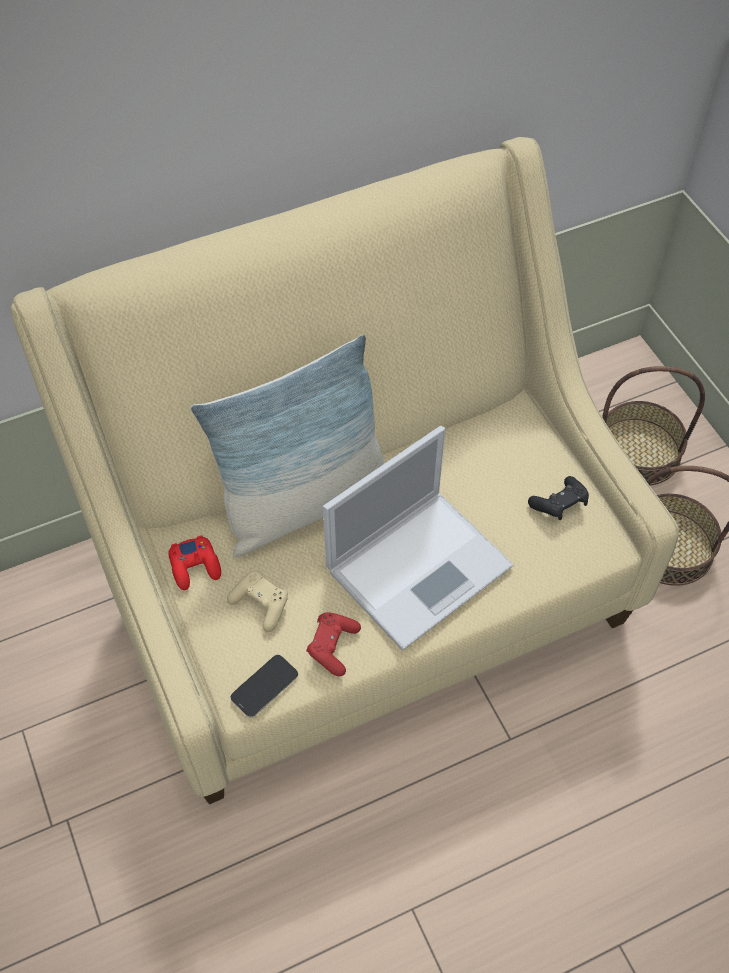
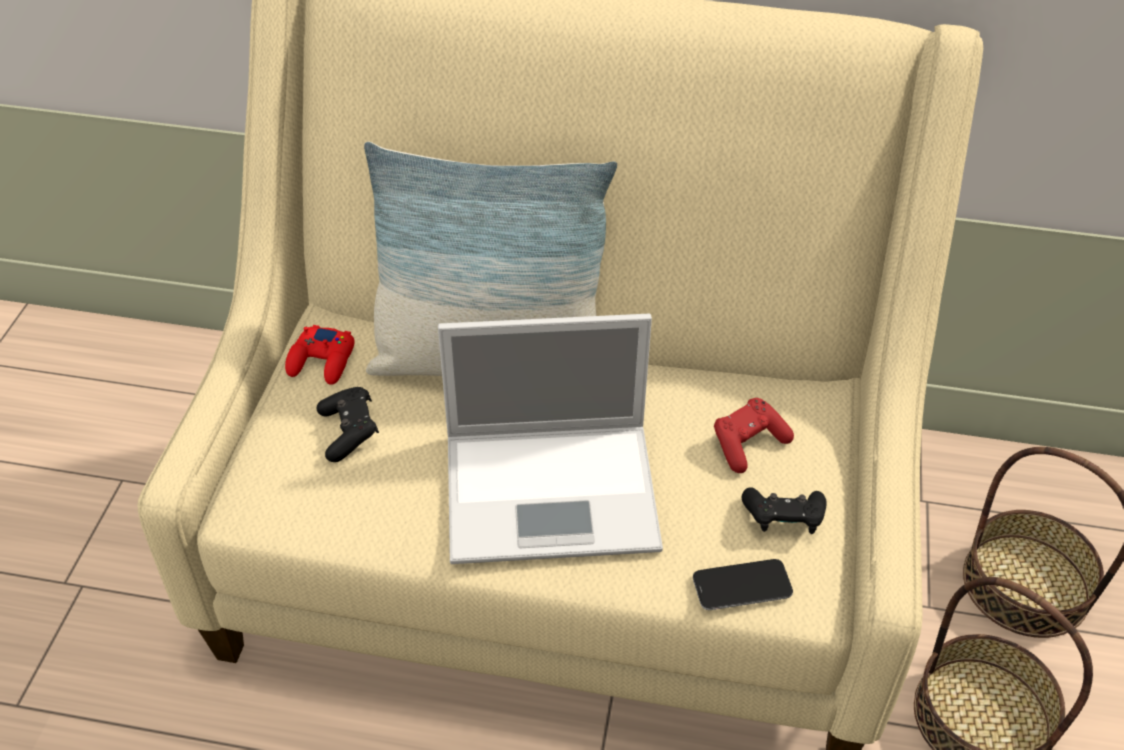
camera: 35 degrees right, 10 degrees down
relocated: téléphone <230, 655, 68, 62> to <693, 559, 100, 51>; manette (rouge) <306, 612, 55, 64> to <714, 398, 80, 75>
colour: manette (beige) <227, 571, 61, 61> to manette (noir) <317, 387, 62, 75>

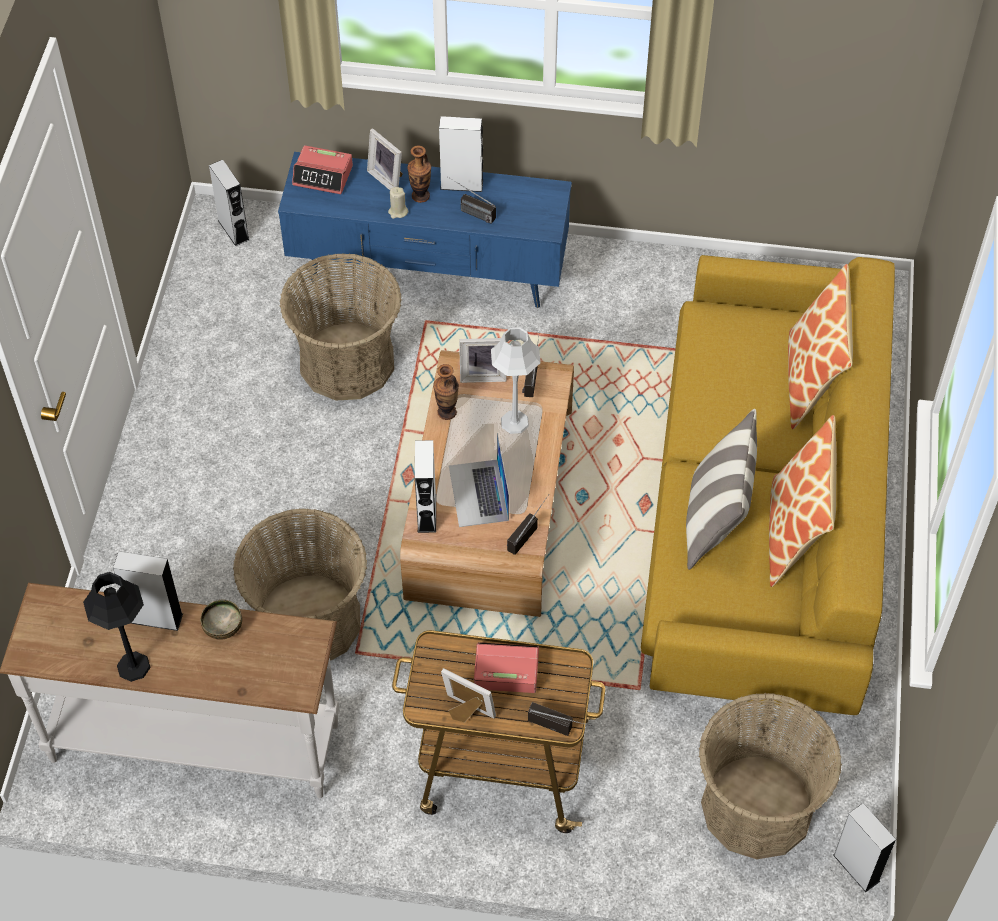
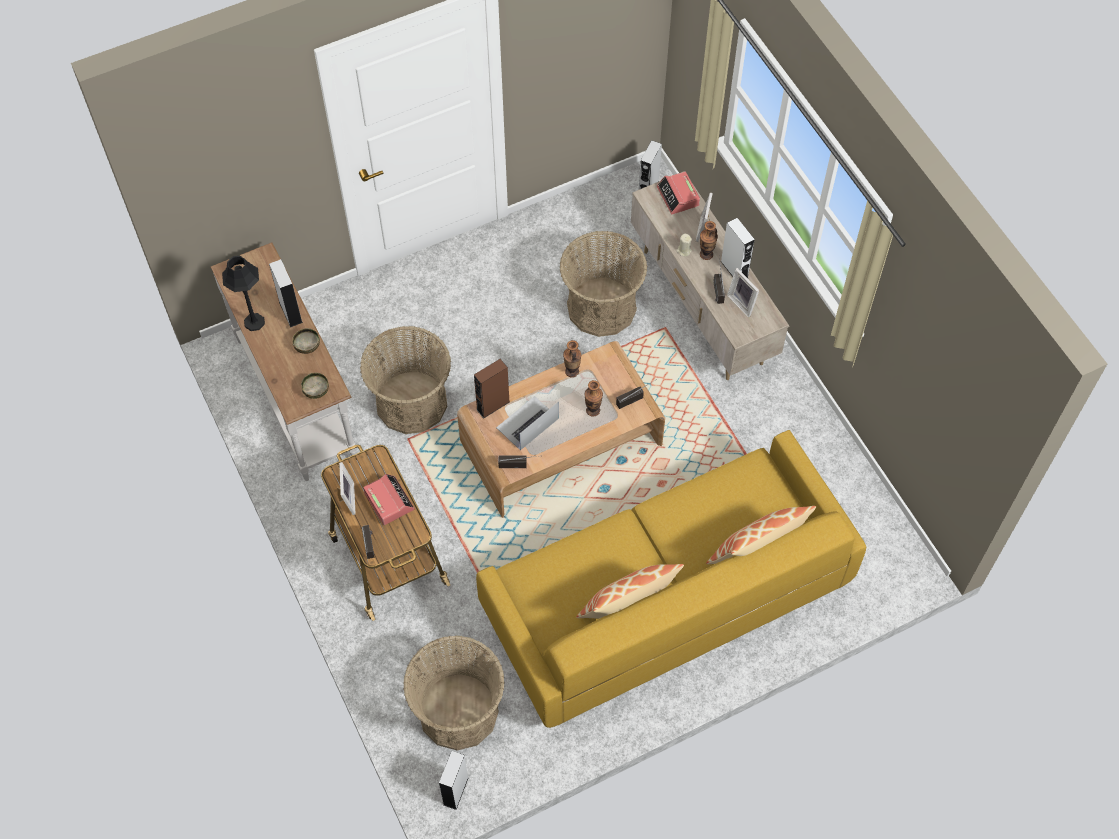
camera: 55 degrees right, 5 degrees up
missing: coussin <686, 409, 71, 161>
appeared: bol <301, 372, 28, 27>
relocated: cadre photo <459, 338, 48, 45> to <727, 268, 32, 49>
exchanged: lampe de table (gris) <491, 327, 49, 107> to vase <585, 380, 18, 36>
colour: meuble télé (bleu) <278, 152, 294, 156> to meuble télé (beige) <631, 171, 159, 209>; enceinte (blanc) <415, 440, 21, 93> to enceinte (marron) <474, 359, 36, 60>

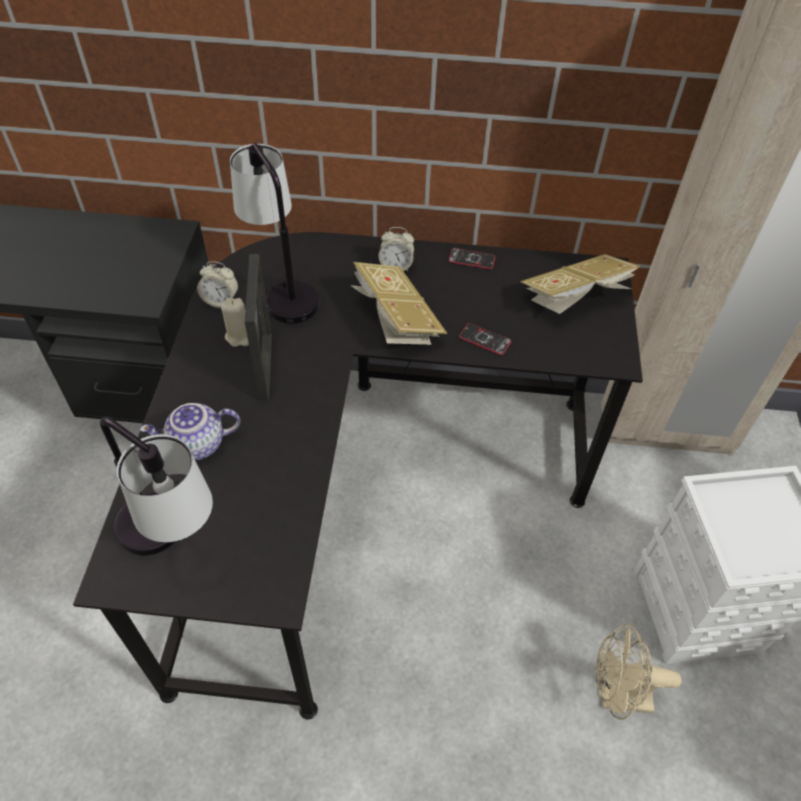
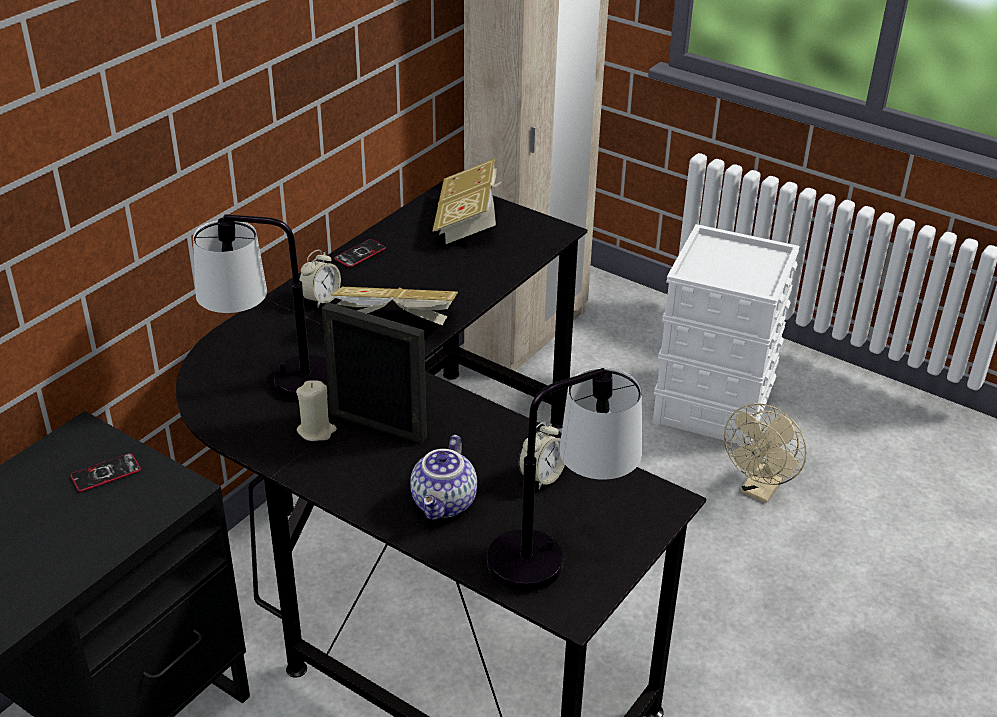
camera: 60 degrees left, 15 degrees down
relocated: réveil <197, 261, 41, 47> to <518, 421, 47, 68>; téléphone <459, 323, 53, 32> to <70, 453, 71, 39>

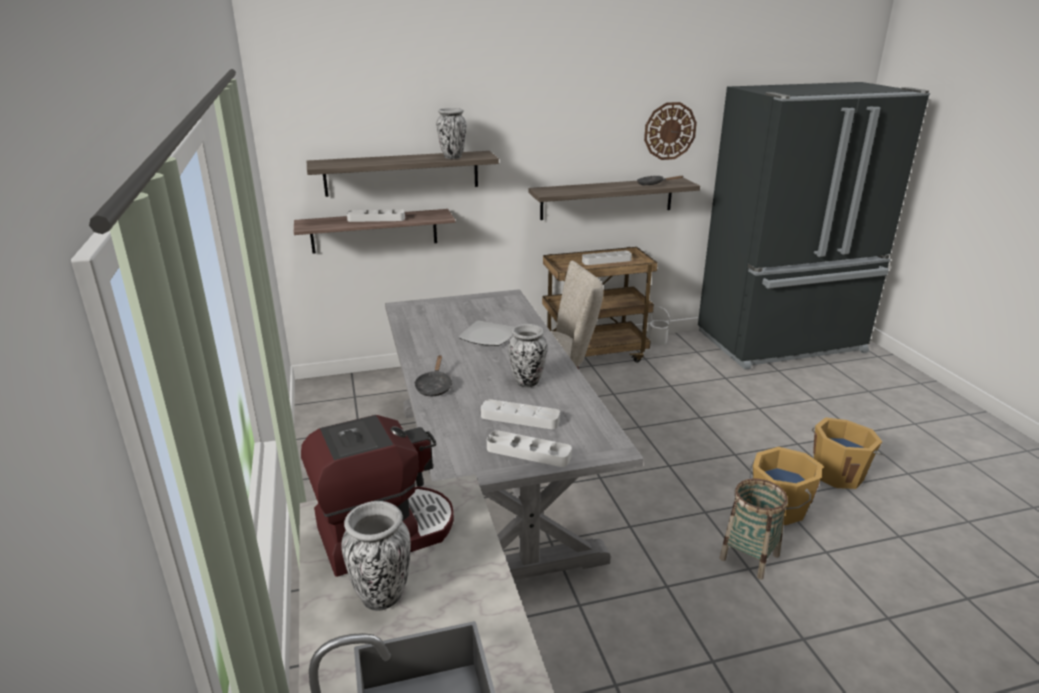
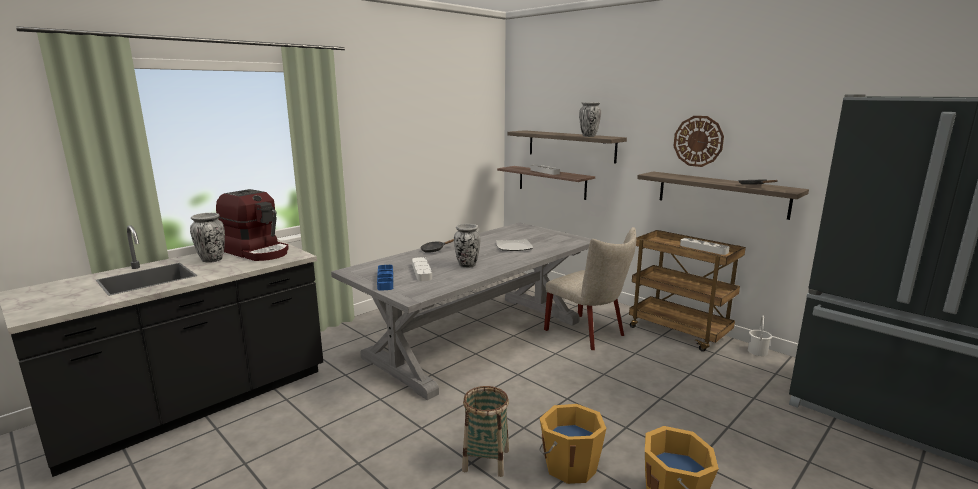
camera: 60 degrees right, 10 degrees down
relocated: horloge murale <644, 102, 53, 58> to <673, 116, 51, 51>
colour: plateau (gris) <487, 430, 85, 37> to plateau (bleu) <377, 265, 16, 26>

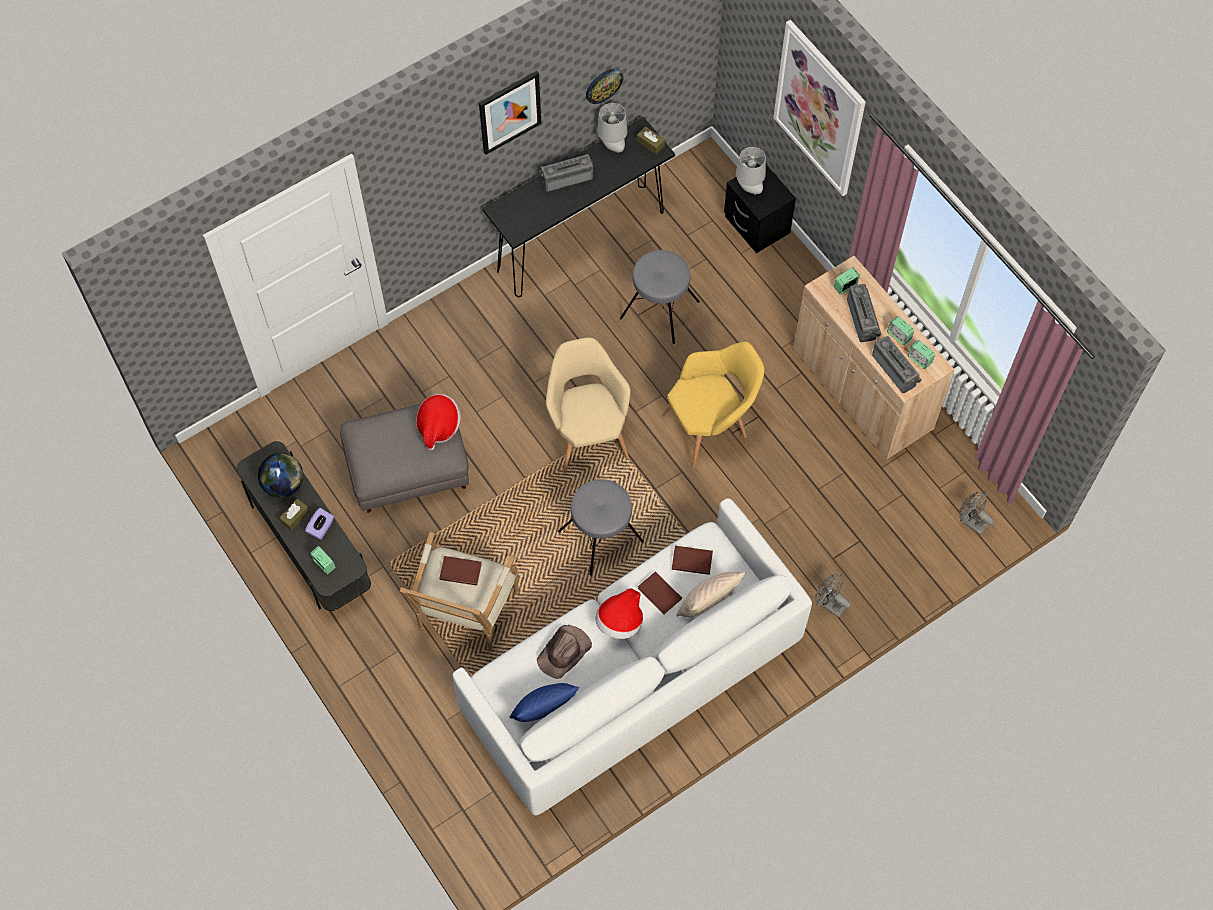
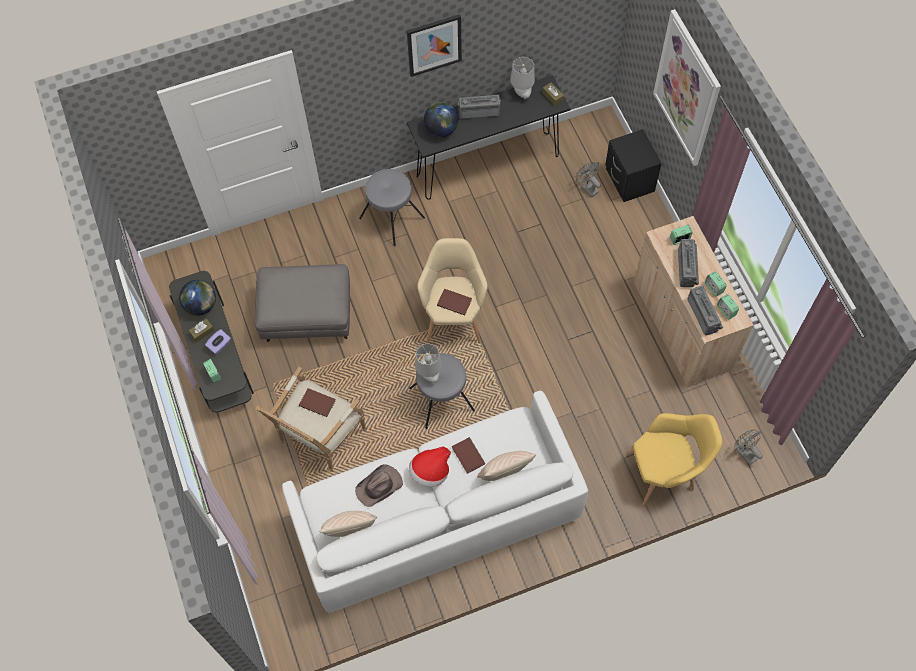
camera: 15 degrees right, 0 degrees up
missing: chapeau <416, 394, 45, 57>; horloge murale <586, 69, 37, 35>
appeared: globe <424, 102, 34, 35>
relocated: tabouret (gris) <620, 250, 80, 94> to <359, 169, 66, 78>; fauteuil (jaune) <662, 341, 102, 127> to <626, 413, 96, 94>; livre (marron) <672, 546, 41, 29> to <437, 289, 35, 26>; lampe de table (gris) <736, 147, 30, 48> to <415, 344, 27, 39>; ventilateur (gris) <815, 574, 36, 44> to <576, 162, 25, 35>
colour: coussin (bleu) <510, 683, 69, 39> to coussin (beige) <319, 511, 58, 26>

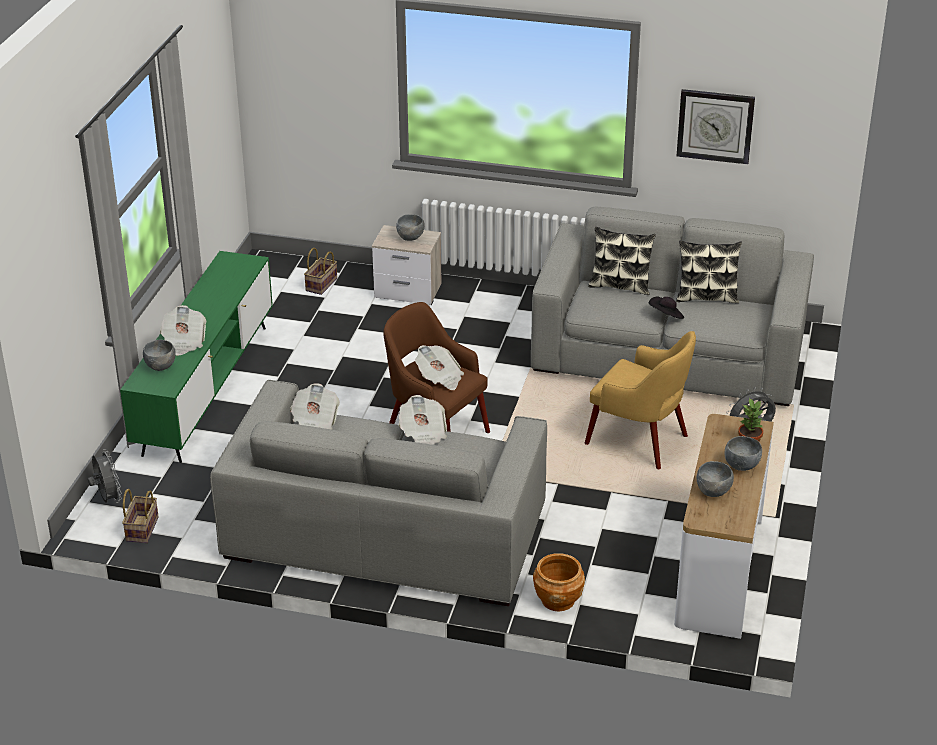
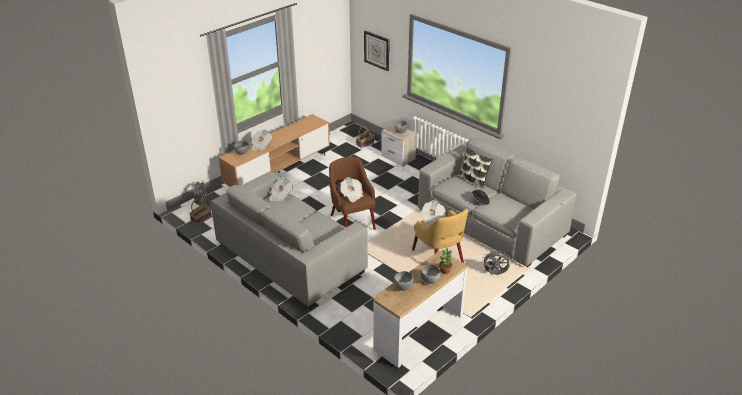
camera: 30 degrees right, 0 degrees up
missing: cache-pot (marron) <533, 553, 52, 58>; coussin <676, 241, 66, 62>
relocated: journal <398, 395, 49, 50> to <421, 200, 25, 27>; horloge murale <677, 89, 78, 75> to <364, 31, 26, 40>
colour: meuble télé (vert) <120, 251, 153, 212> to meuble télé (marron) <219, 114, 111, 73>

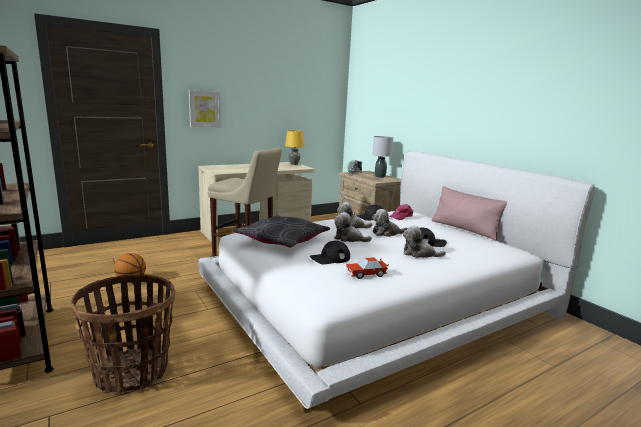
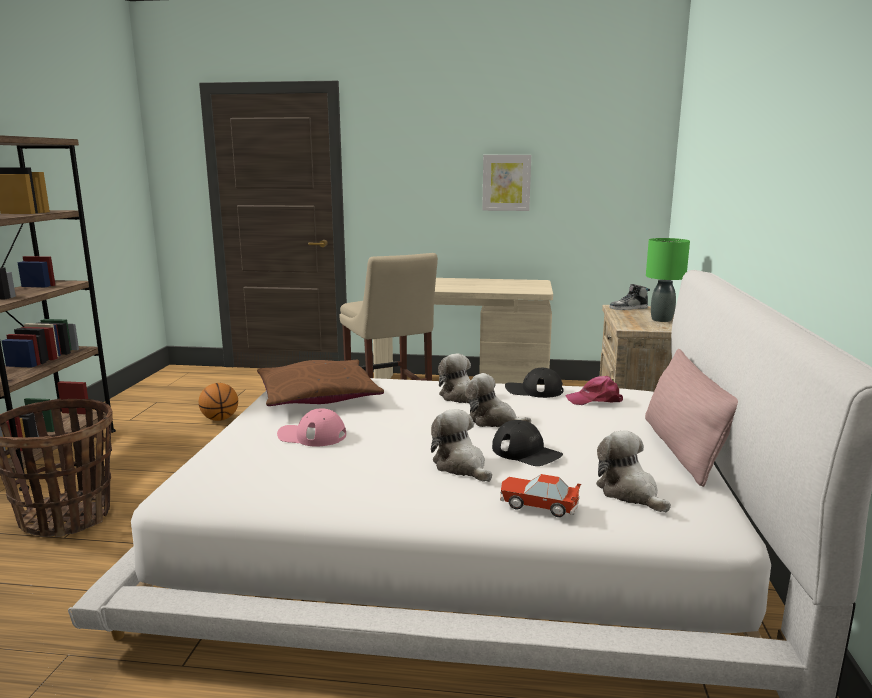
camera: 40 degrees right, 0 degrees up
missing: lampe de table (jaune) <285, 130, 20, 35>
relocated: tableau <189, 90, 32, 37> to <482, 155, 49, 56>; peluche <334, 212, 38, 30> to <596, 430, 75, 83>; petite voiture <346, 257, 43, 22> to <500, 474, 81, 43>
colour: coussin (gris) <233, 215, 97, 33> to coussin (marron) <257, 360, 127, 46>; casquette (noir) <310, 241, 40, 23> to casquette (rose) <277, 408, 69, 38>; lampe de table (gris) <372, 136, 21, 42> to lampe de table (vert) <646, 238, 44, 84>

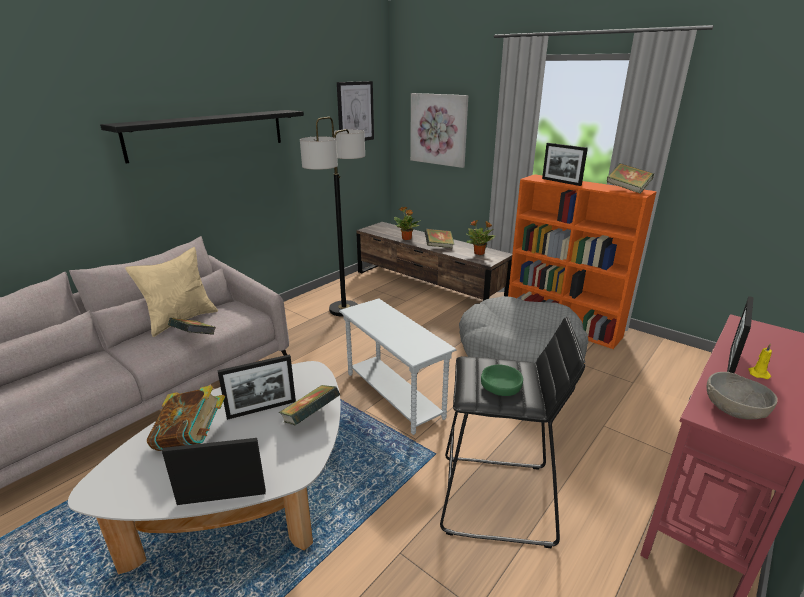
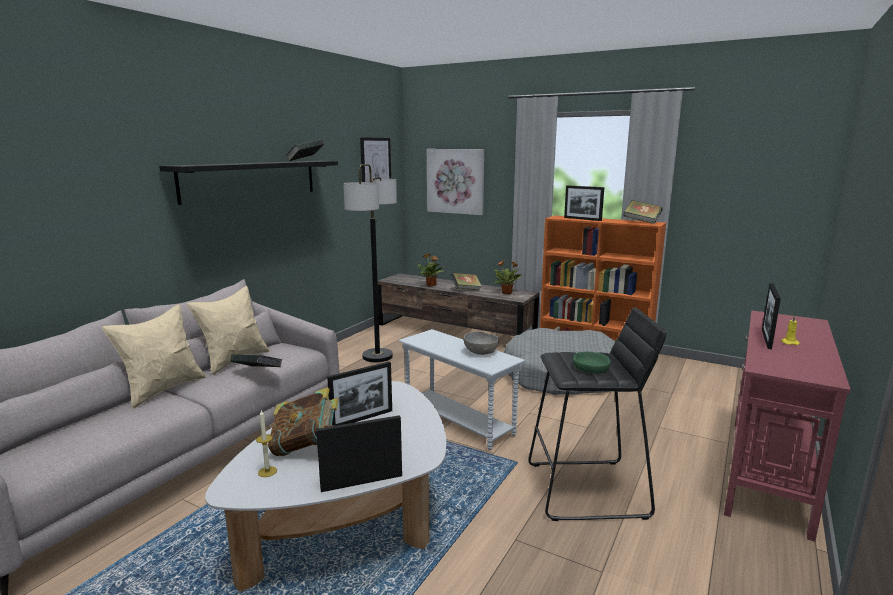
camera: 10 degrees left, 10 degrees down
appeared: coussin (beige) <102, 304, 104, 105>; bougie <256, 410, 21, 67>
relocated: livre <278, 385, 62, 41> to <285, 140, 39, 21>; bol (gris) <707, 372, 71, 48> to <463, 331, 36, 24>

